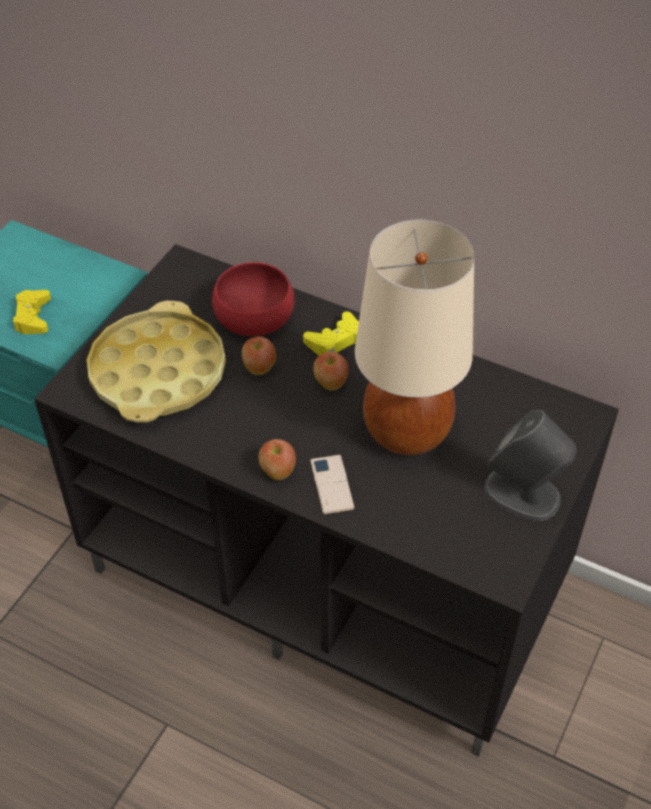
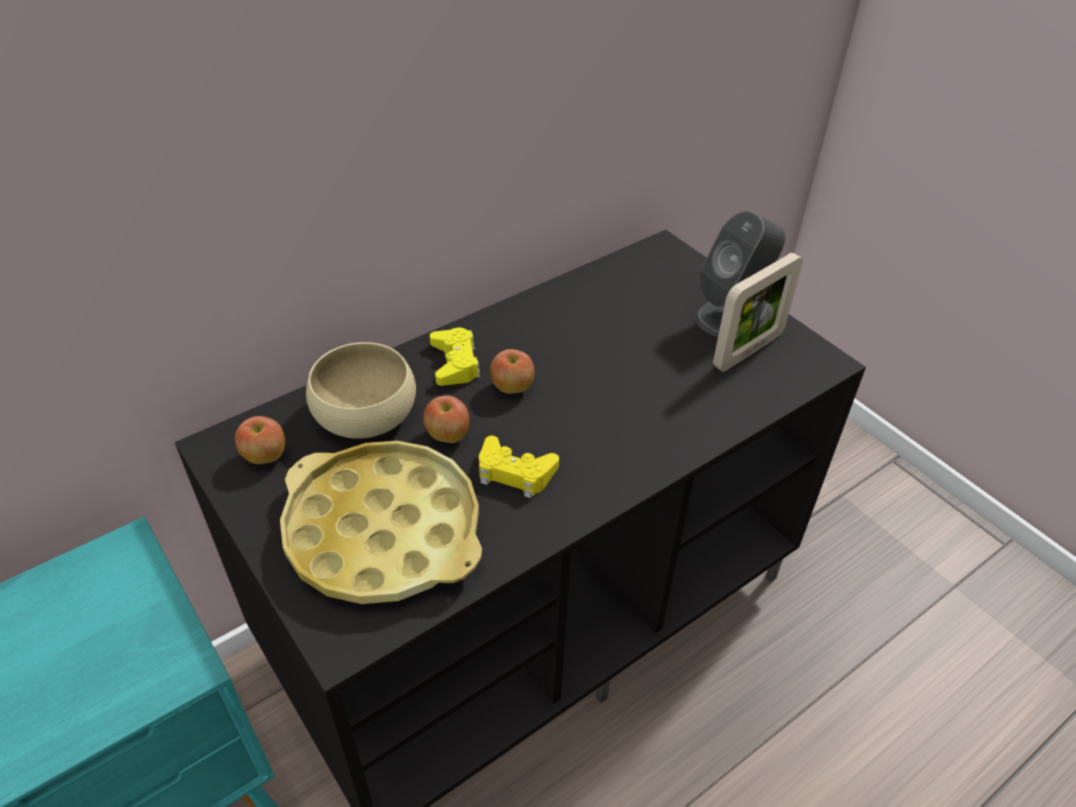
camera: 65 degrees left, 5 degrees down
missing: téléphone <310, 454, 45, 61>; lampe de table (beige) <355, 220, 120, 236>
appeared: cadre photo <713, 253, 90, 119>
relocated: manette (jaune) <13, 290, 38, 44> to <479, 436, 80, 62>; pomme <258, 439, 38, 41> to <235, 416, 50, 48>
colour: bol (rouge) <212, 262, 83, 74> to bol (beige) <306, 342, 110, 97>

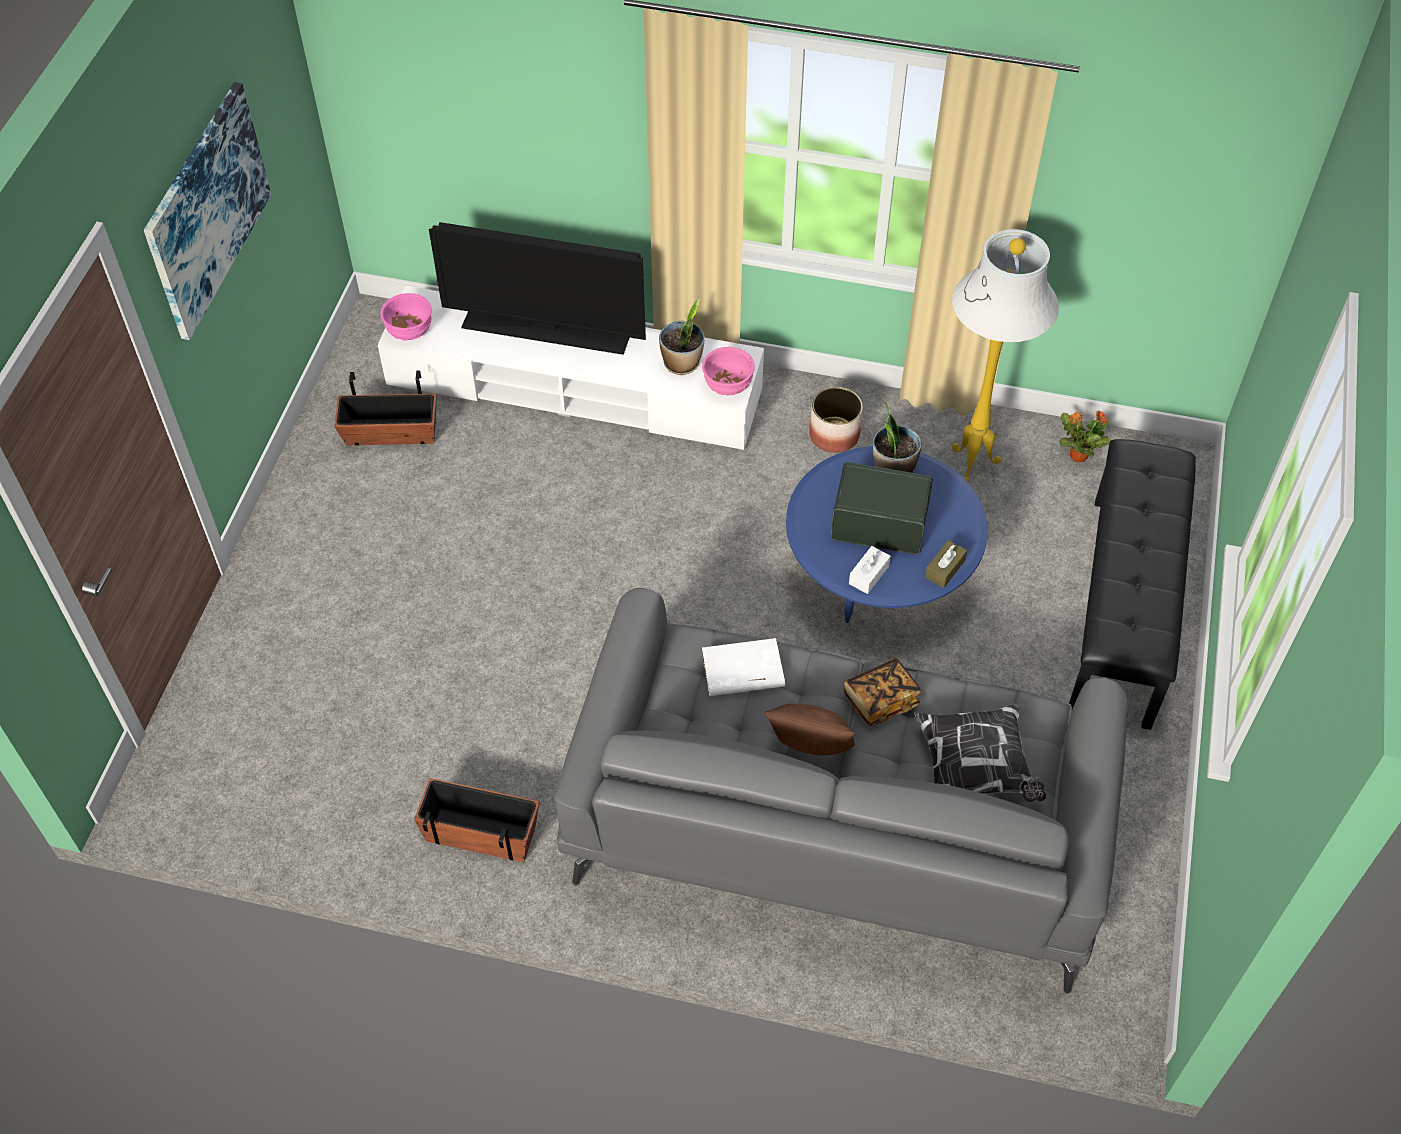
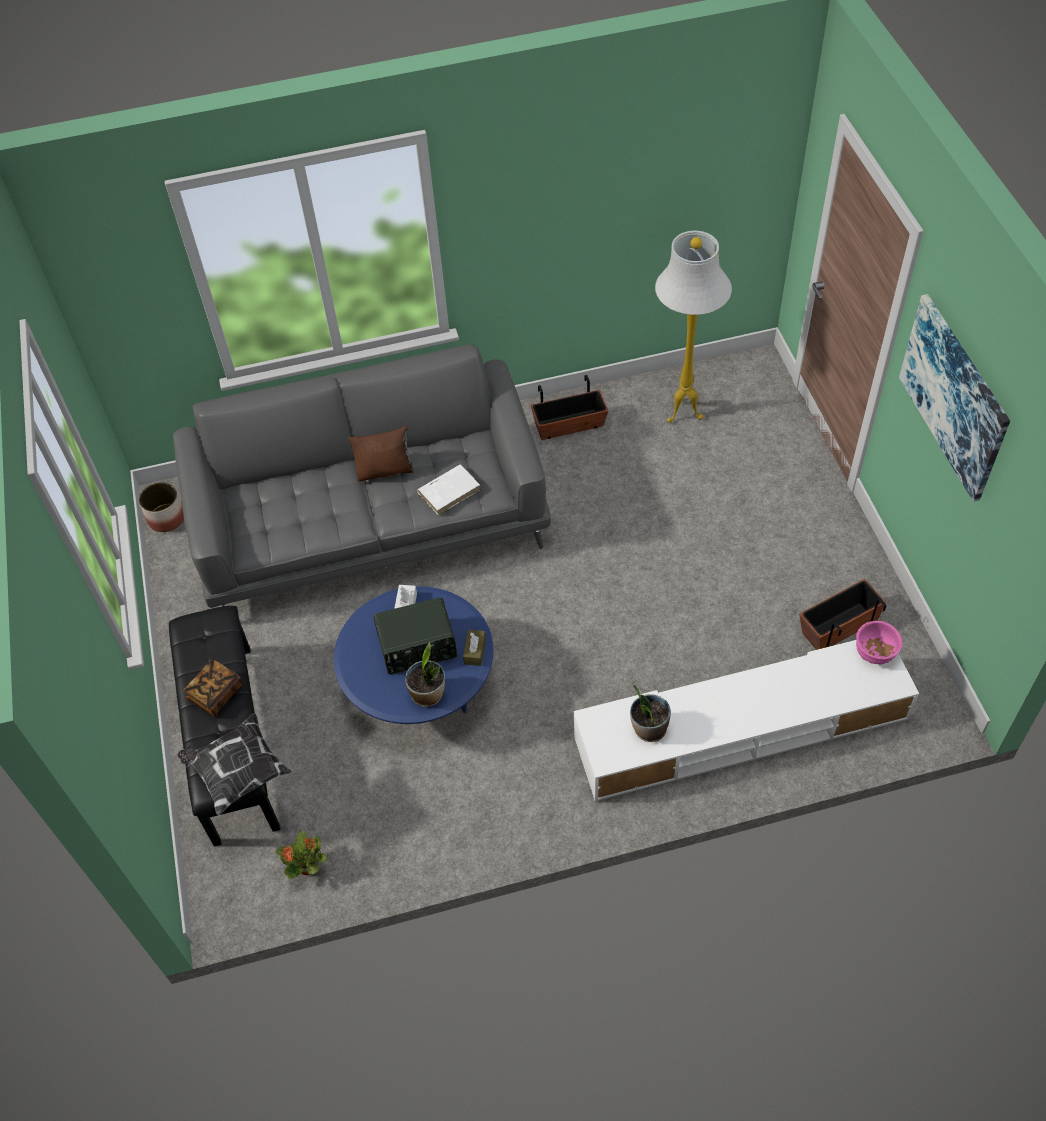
camera: 155 degrees right, 0 degrees up
missing: téléviseur <429, 222, 217, 133>; bol (rose) <702, 347, 53, 49>
relocated: cache-pot <809, 387, 54, 66> to <139, 482, 45, 50>; livre <844, 659, 77, 67> to <183, 659, 60, 58>; coussin <914, 703, 133, 99> to <178, 713, 114, 102>; boîte à mouchoirs (marron) <925, 540, 42, 48> to <463, 630, 23, 36>; lampadaire (blanc) <952, 229, 107, 253> to <655, 231, 77, 192>

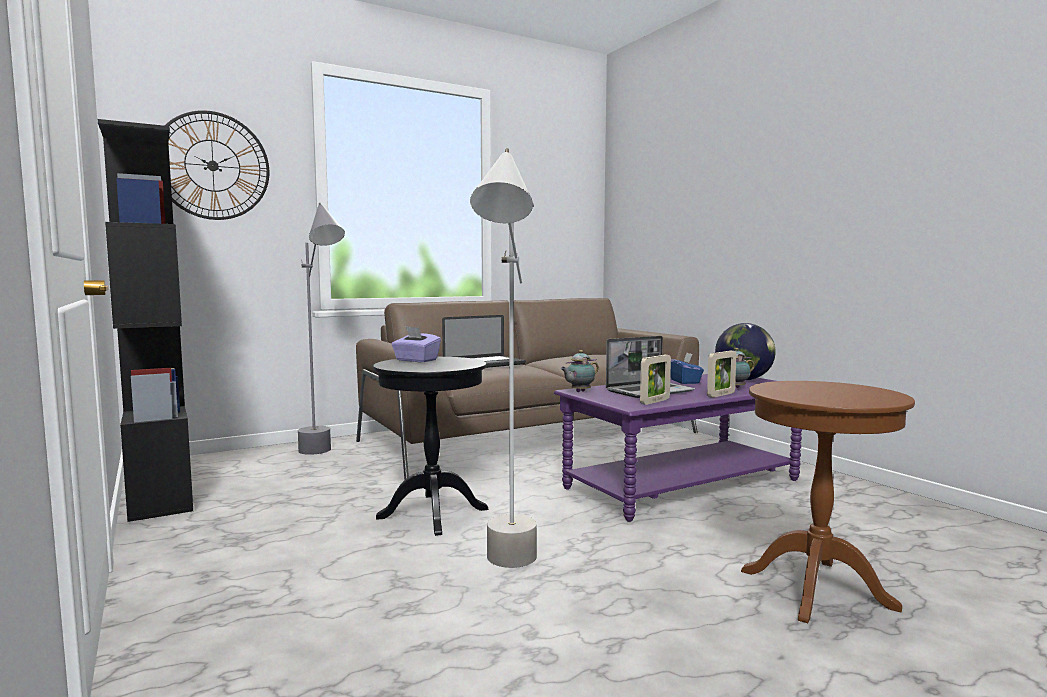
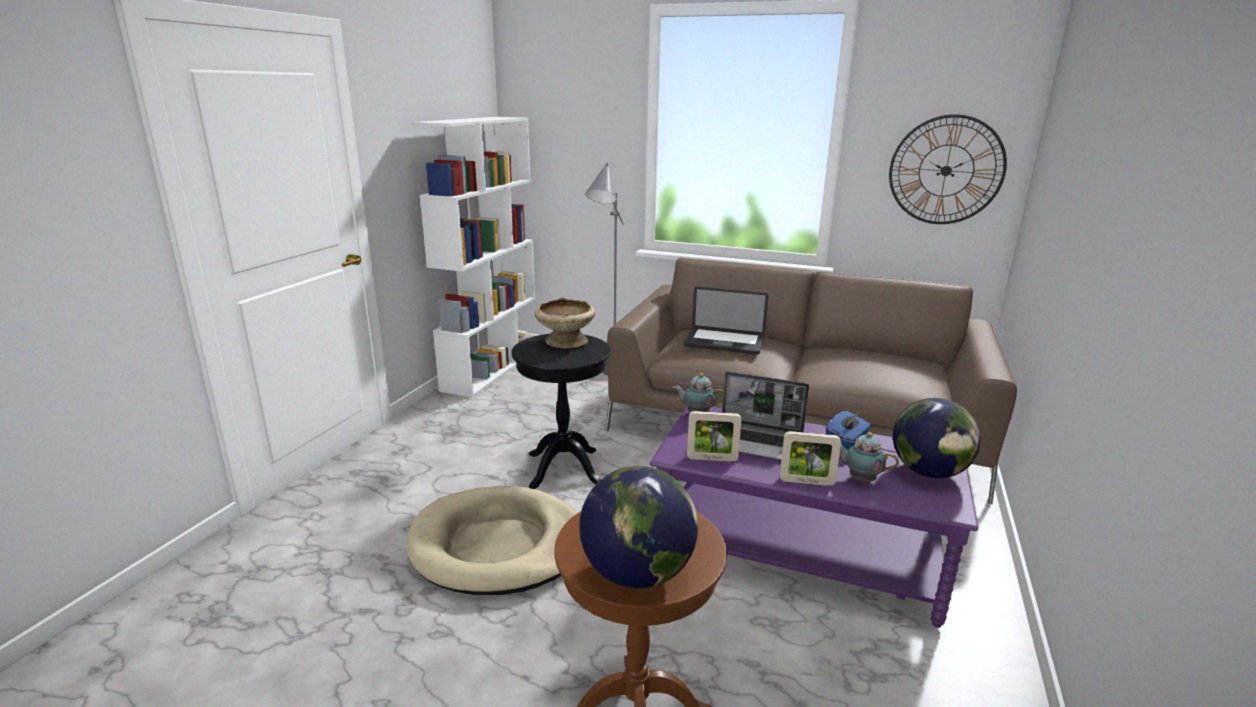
camera: 50 degrees right, 15 degrees up
appeared: globe <579, 466, 119, 122>
relocated: horloge murale <164, 110, 105, 110> to <889, 114, 118, 110>
exchanged: boîte à mouchoirs (violet) <391, 327, 50, 35> to bol (beige) <535, 297, 60, 51>; lampadaire (gris) <470, 148, 67, 420> to panier pour chien (beige) <406, 486, 171, 109>
colour: bibliothèque (noir) <98, 119, 95, 403> to bibliothèque (blanc) <412, 117, 123, 281>

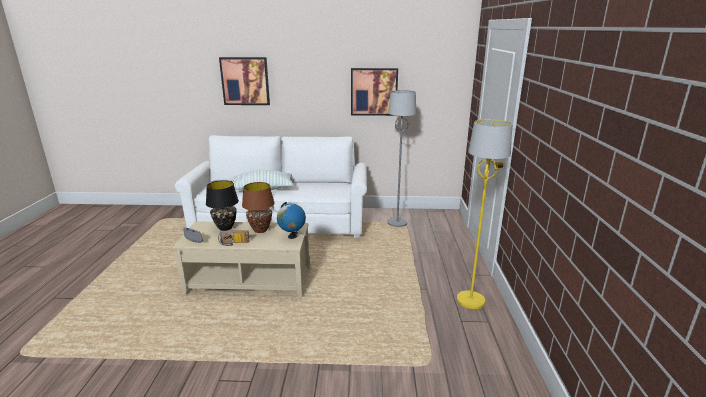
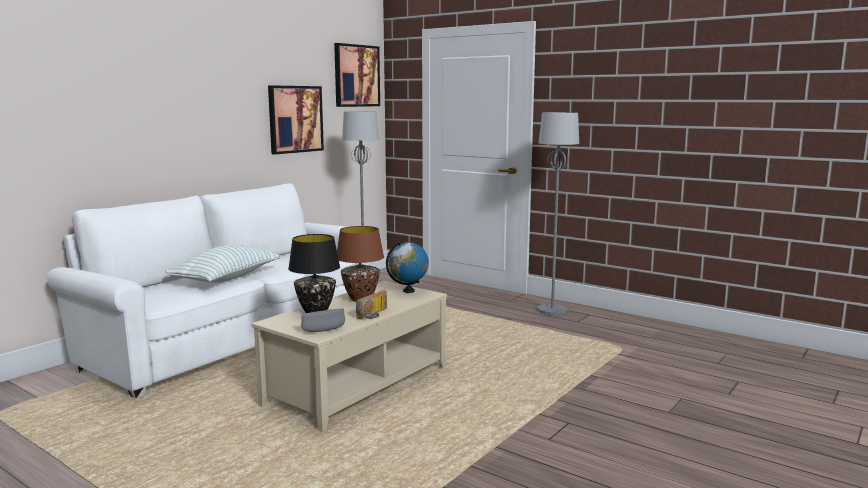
camera: 55 degrees left, 10 degrees down
relocated: tableau <219, 57, 51, 48> to <334, 43, 46, 64>
colour: lampadaire (jaune) <457, 119, 55, 190> to lampadaire (gris) <537, 112, 42, 203>

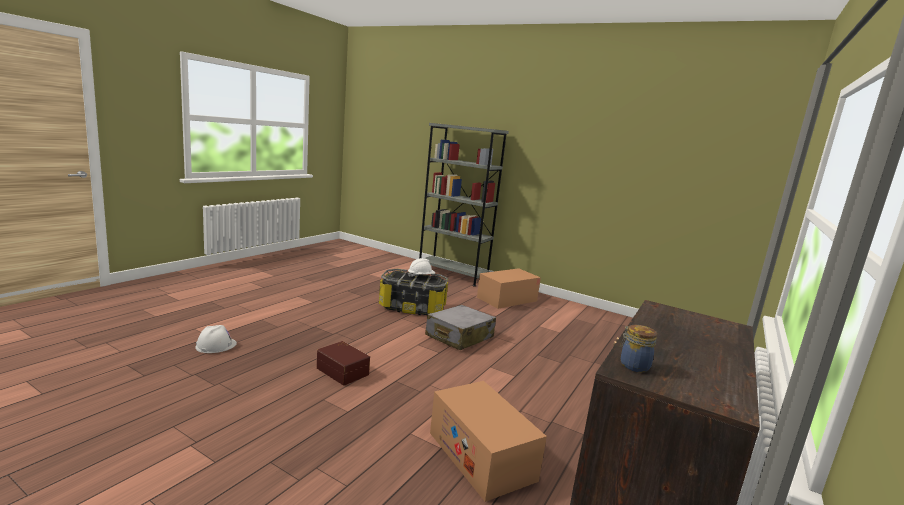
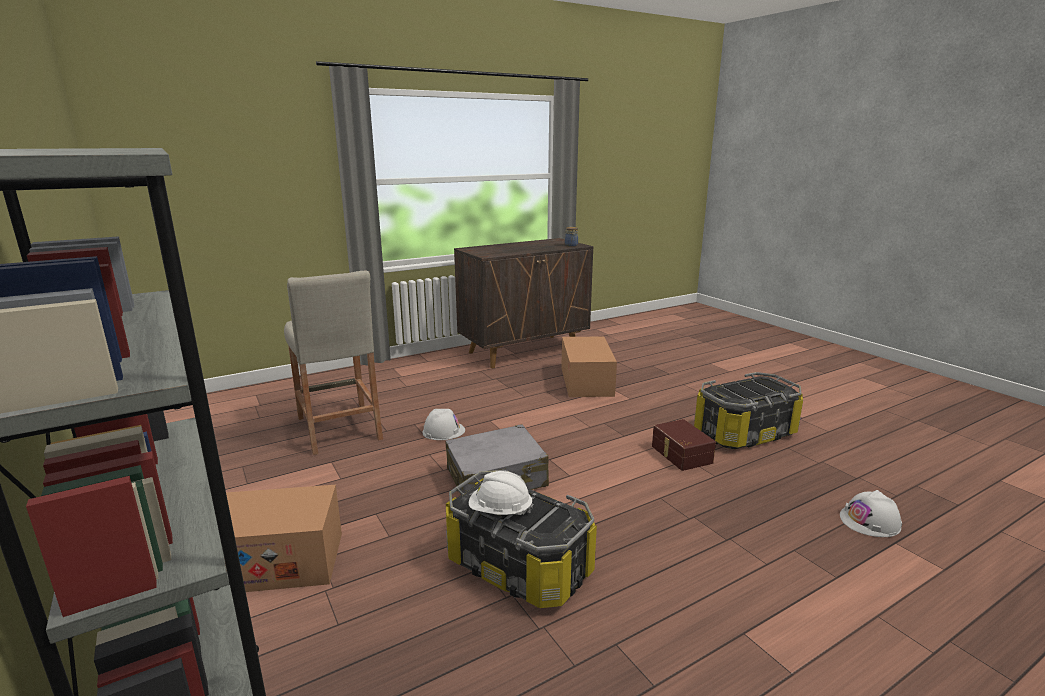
camera: 150 degrees left, 5 degrees up
appeared: tabouret (beige) <284, 271, 99, 184>; casque de chantier (blanc) <422, 409, 43, 31>; boîte de rangement <694, 372, 109, 77>

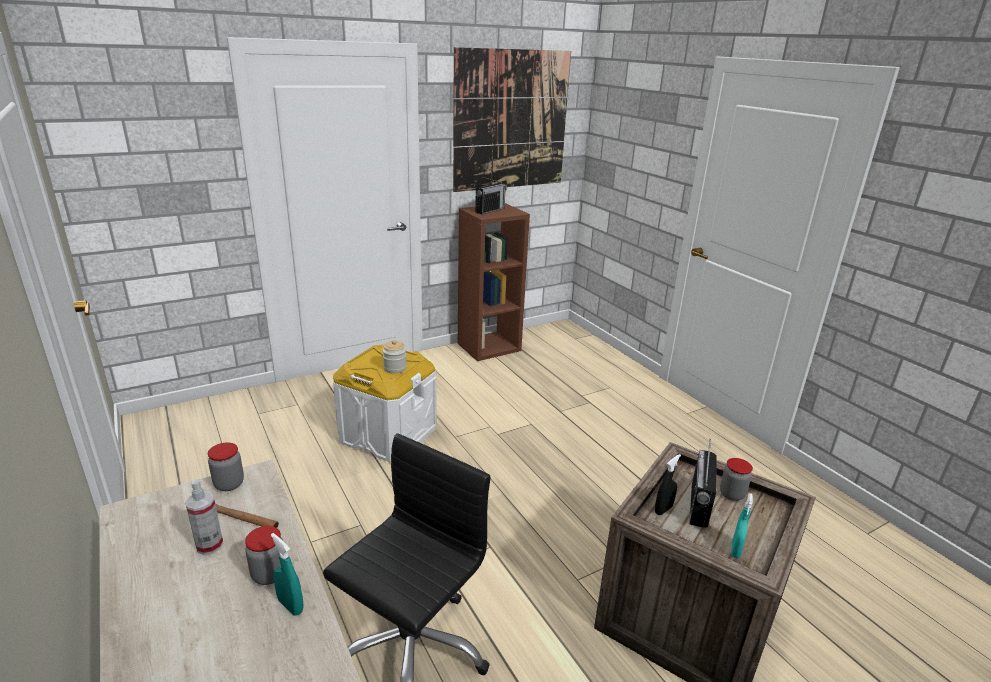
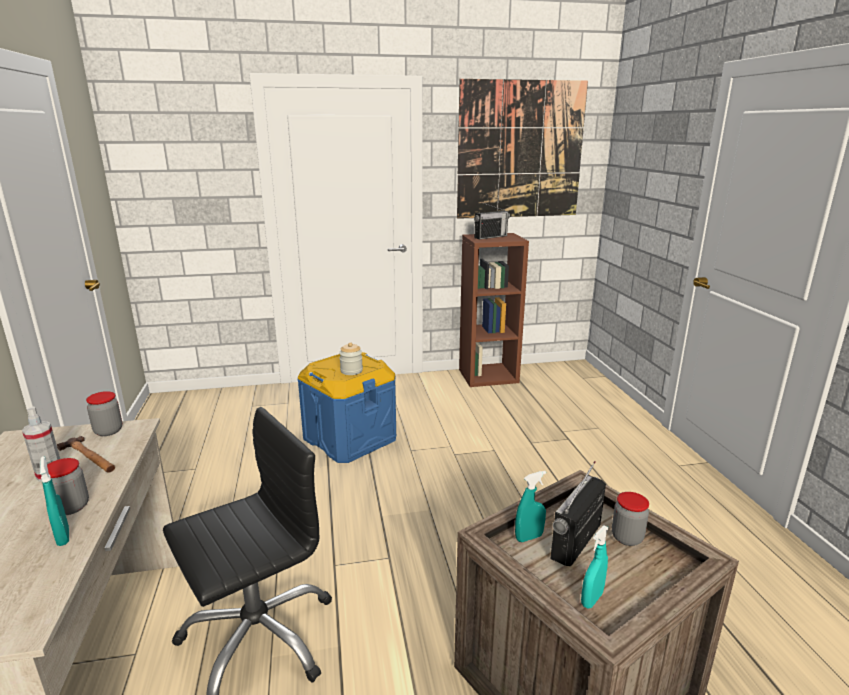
camera: 20 degrees right, 5 degrees down
colour: boîte de rangement (blanc) <333, 345, 104, 118> to boîte de rangement (bleu) <297, 352, 99, 111>; vaporisateur (noir) <655, 454, 26, 61> to vaporisateur (turquoise) <515, 471, 31, 71>

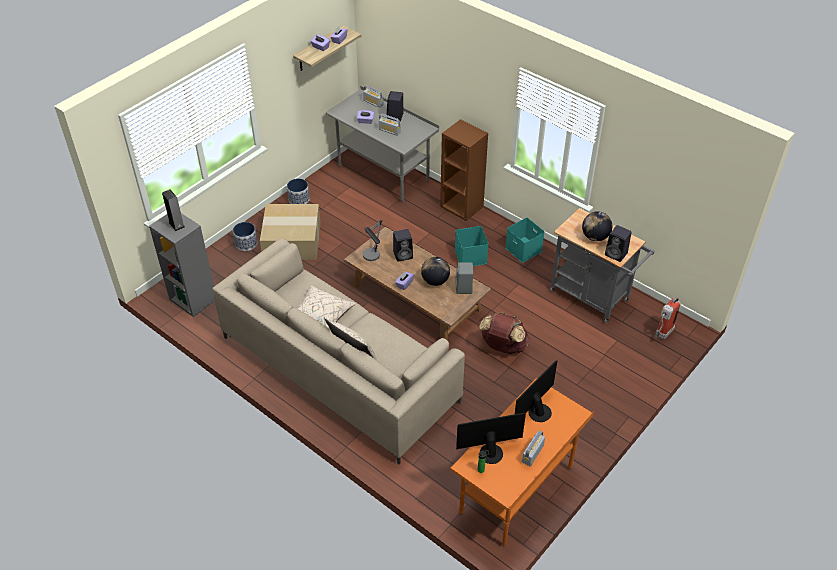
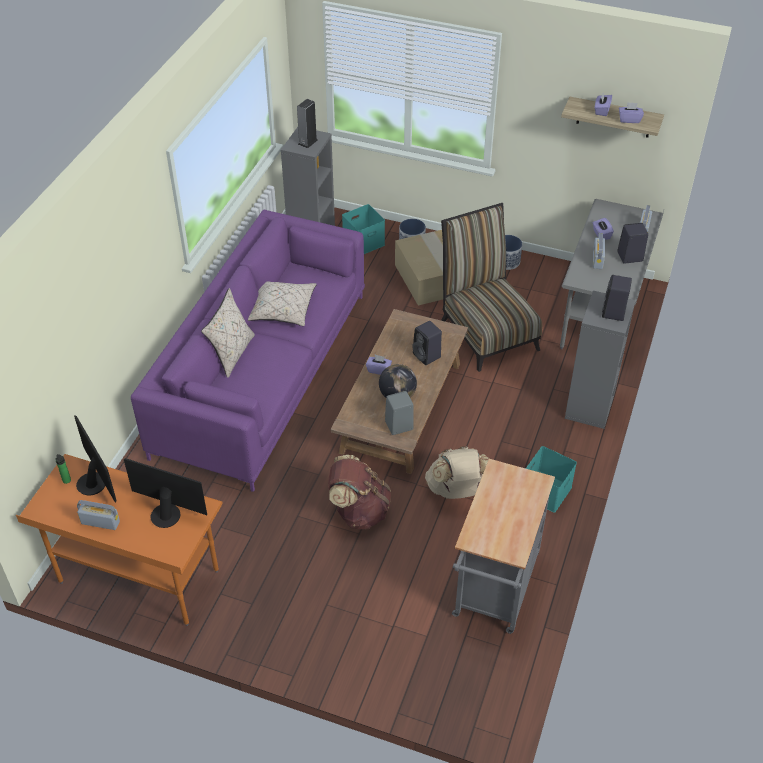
camera: 70 degrees right, 0 degrees up
missing: lampe de table <363, 220, 19, 41>; globe <582, 211, 30, 30>; extincteur <654, 297, 27, 42>
appeared: sac à dos (beige) <425, 446, 65, 53>; chaise <441, 203, 101, 169>
relocated: boîte de rangement (turquoise) <455, 226, 33, 40> to <342, 204, 43, 50>; enceinte (noir) <605, 225, 27, 37> to <602, 275, 30, 46>
colour: canapé (beige) <212, 238, 253, 226> to canapé (violet) <131, 210, 234, 282>; bibliothèque (marron) <440, 119, 48, 102> to bibliothèque (gris) <565, 290, 70, 139>

